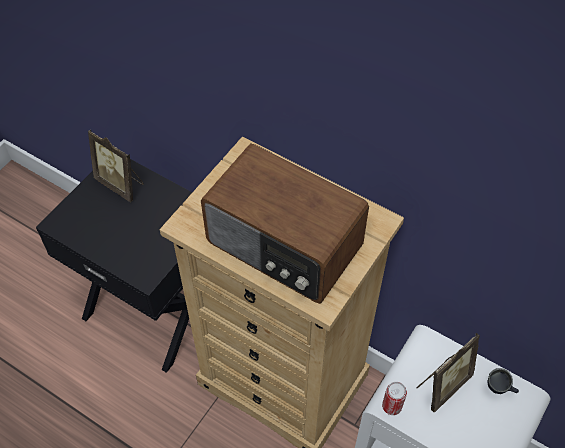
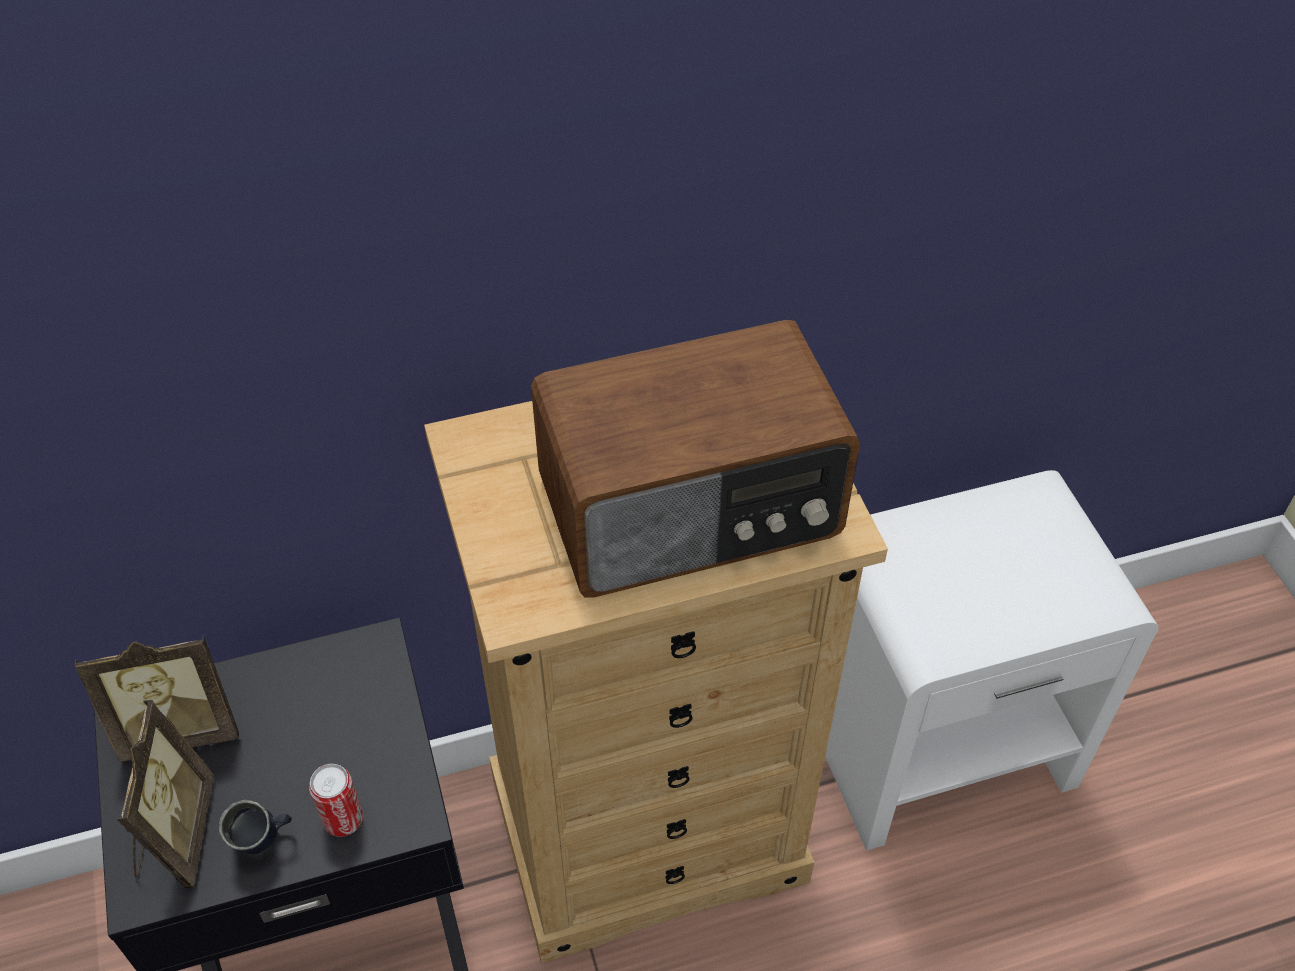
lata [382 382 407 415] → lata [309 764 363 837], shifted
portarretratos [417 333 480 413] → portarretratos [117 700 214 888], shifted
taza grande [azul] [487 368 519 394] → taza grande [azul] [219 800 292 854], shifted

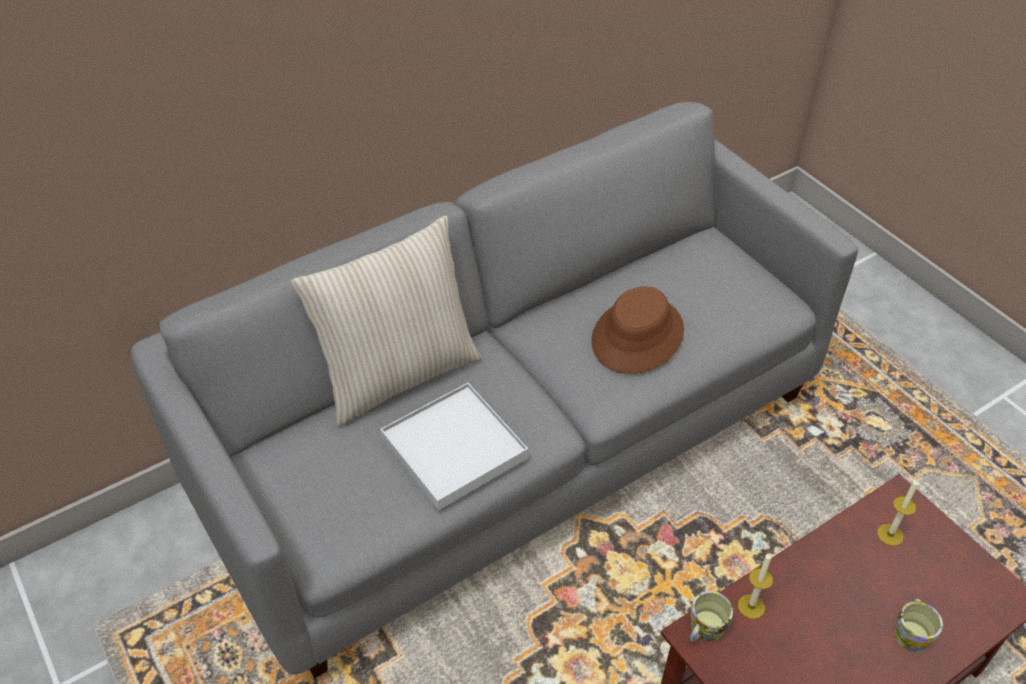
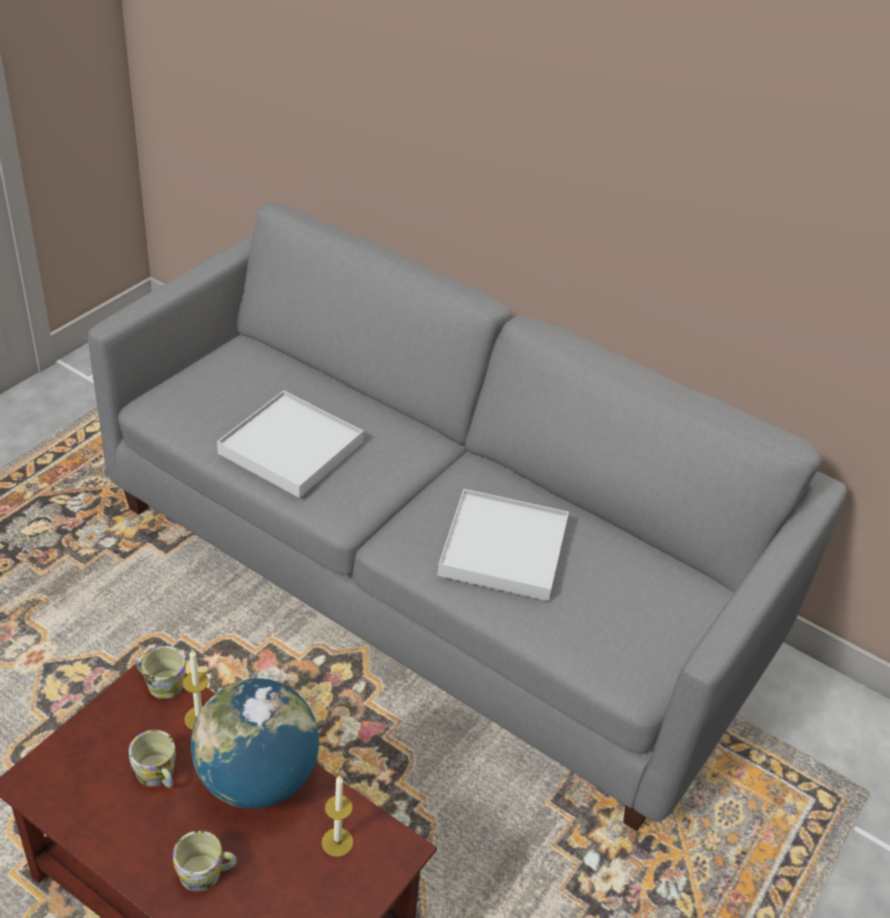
cojín [beis] [291 215 482 426] → -
- → taza grande [129 730 176 788]
- → globo terráqueo [191 678 319 809]
sombrero [marrón] [591 286 684 374] → bandeja [blanco] [437 489 569 601]

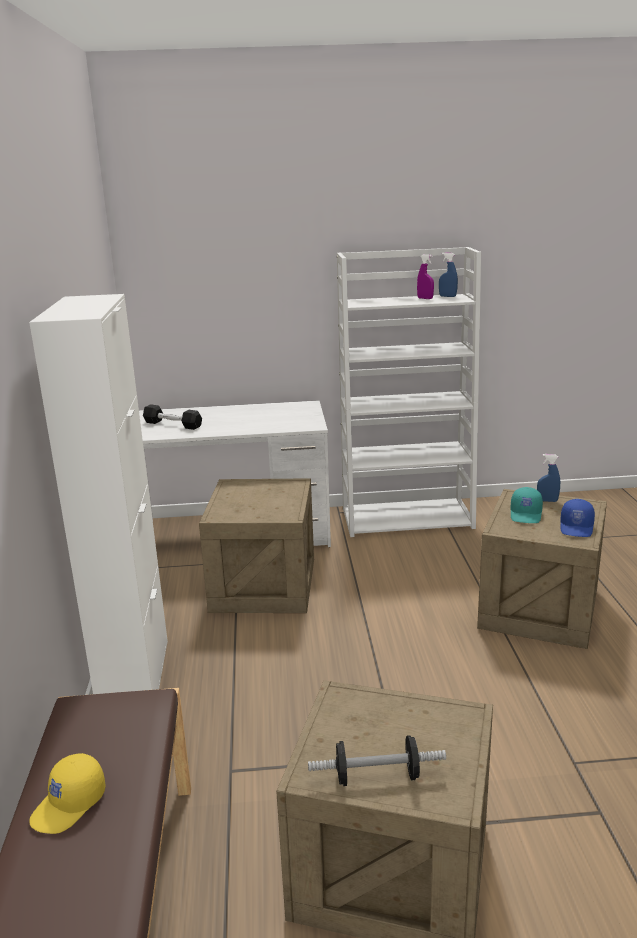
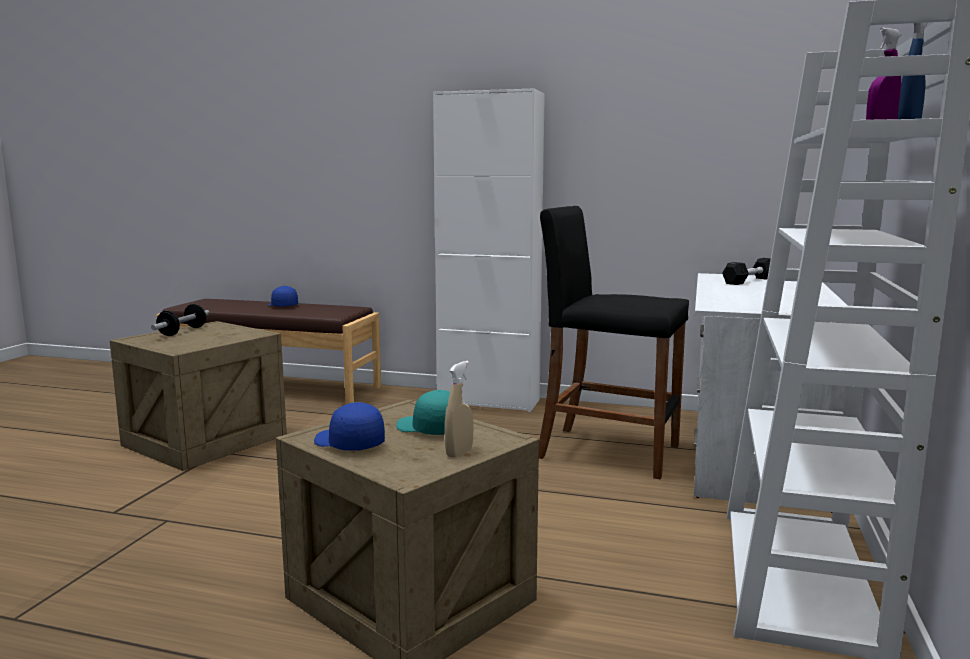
caja de embalaje [199 478 314 613] → taburete [negro] [539 206 689 480]
gorra [amarillo] [29 753 106 834] → gorra [azul] [269 286 298 306]
pulverizador [azul] [537 454 560 502] → pulverizador [beis] [445 361 474 458]

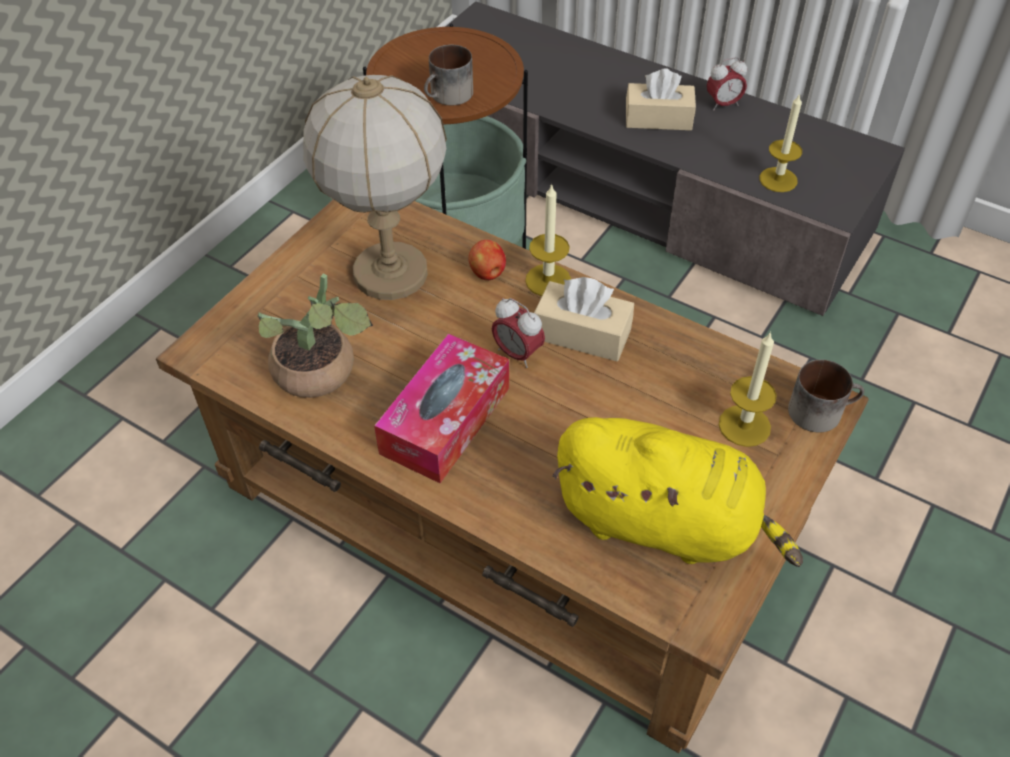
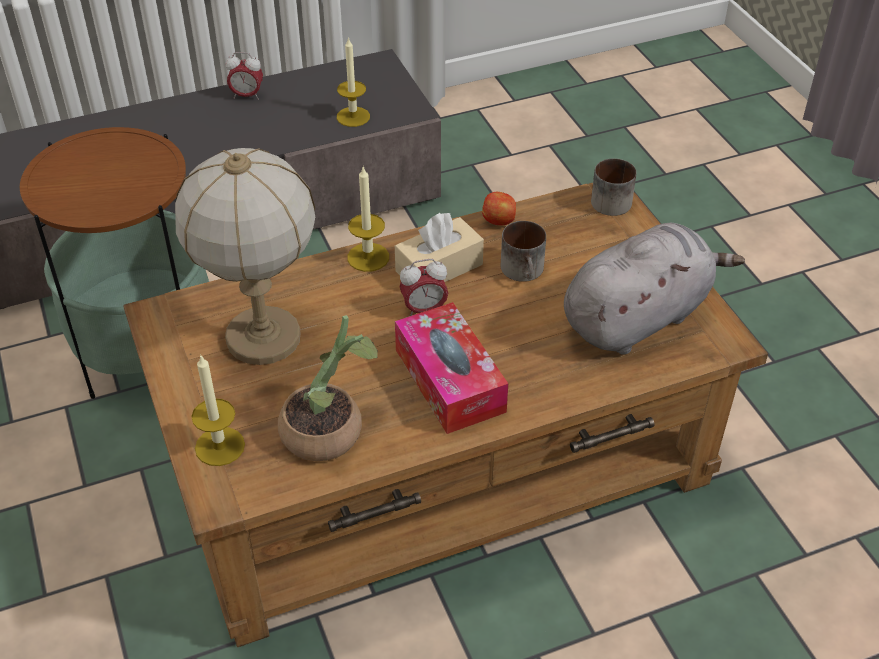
caja de pañuelos [beis] [626 69 696 131] → -
taza grande [424 45 473 106] → taza grande [501 221 546 282], shifted
manzana [469 240 506 280] → manzana [482 192 516 225], shifted
vela [719 331 777 447] → vela [191 354 245 466], shifted
peluche [amarillo] [552 417 803 567] → peluche [gris] [564 223 745 355]
despertador [707 57 747 111] → despertador [226 52 263 100], 75 degrees clockwise

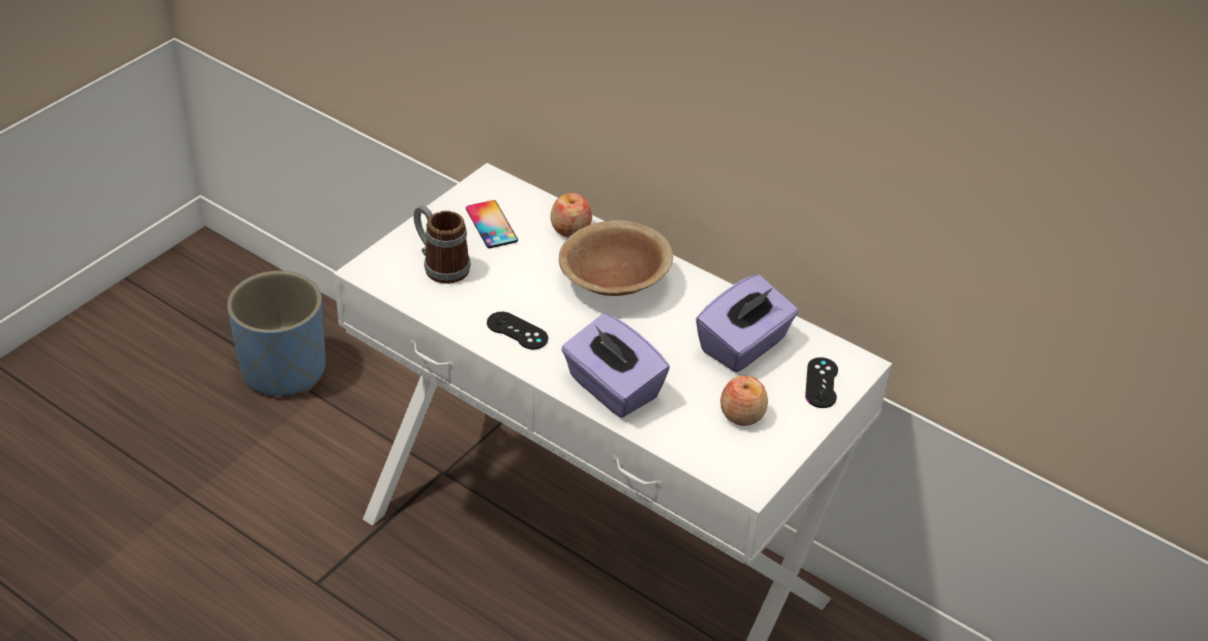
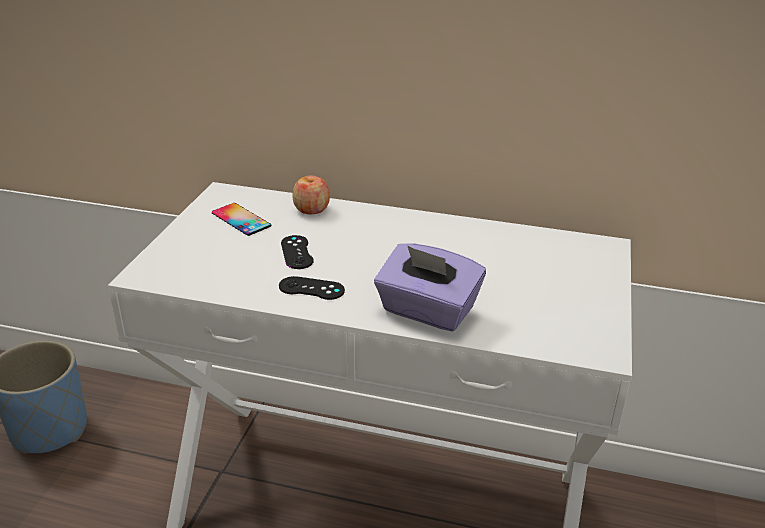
taza grande [413 205 471 284] → -
cuenco [marrón] [559 220 673 296] → -
caja de pañuelos [morado] [696 275 798 372] → -
manzana [720 376 768 426] → -
mando de consola [negro] [805 357 838 408] → mando de consola [negro] [281 235 313 269], shifted

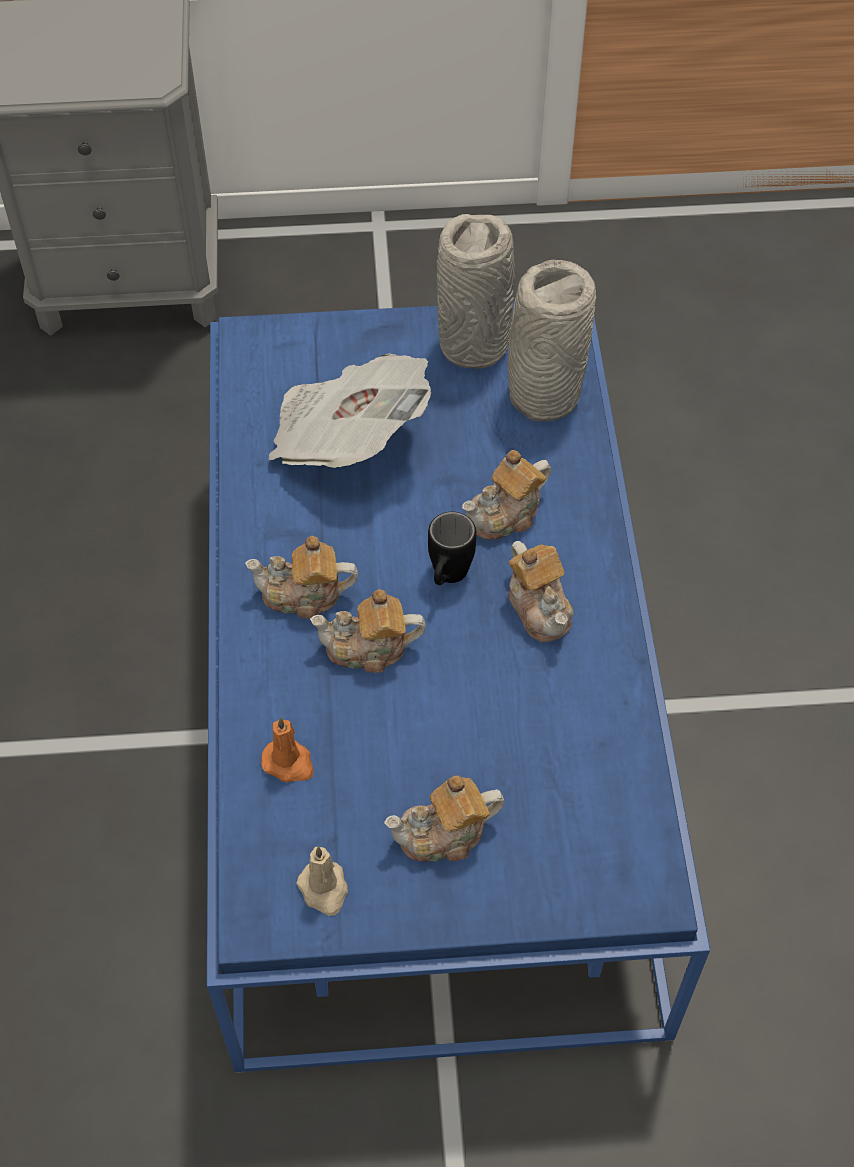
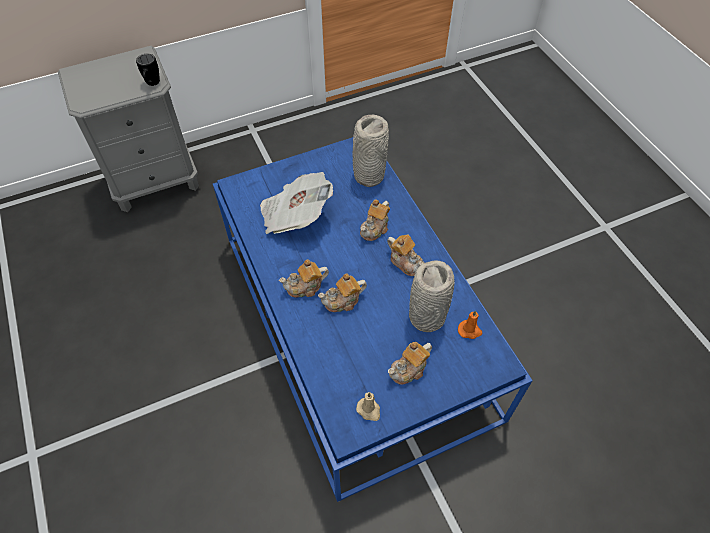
vela [naranja] [261 717 314 782] → vela [naranja] [458 310 482 339], shifted
taza grande [negro] [428 512 476 585] → taza grande [negro] [136 54 160 86], shifted
florero [gris] [437 214 515 369] → florero [gris] [409 261 455 332], shifted

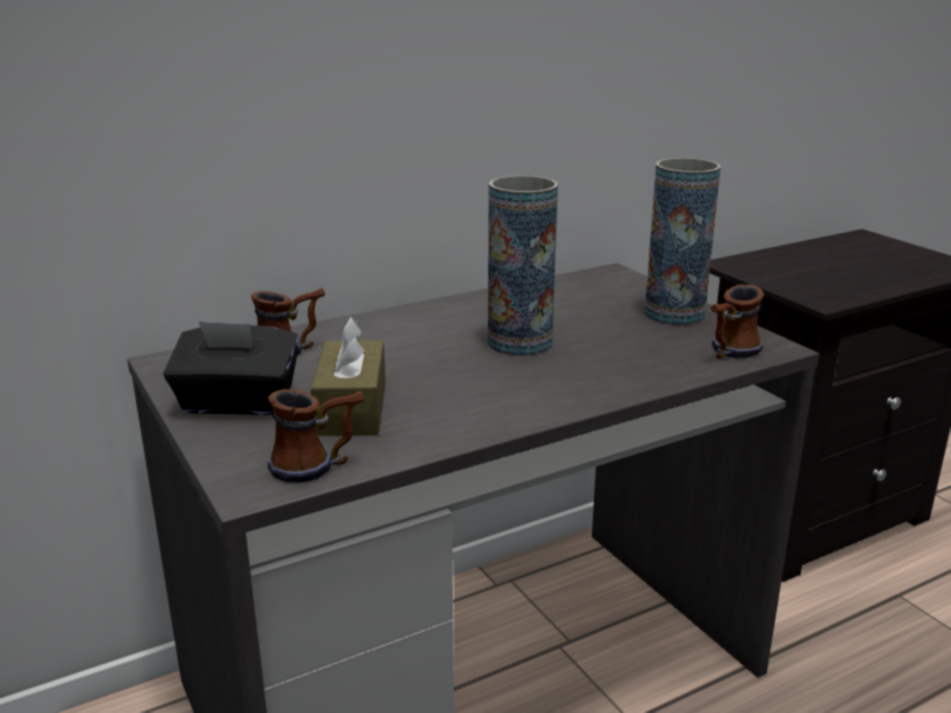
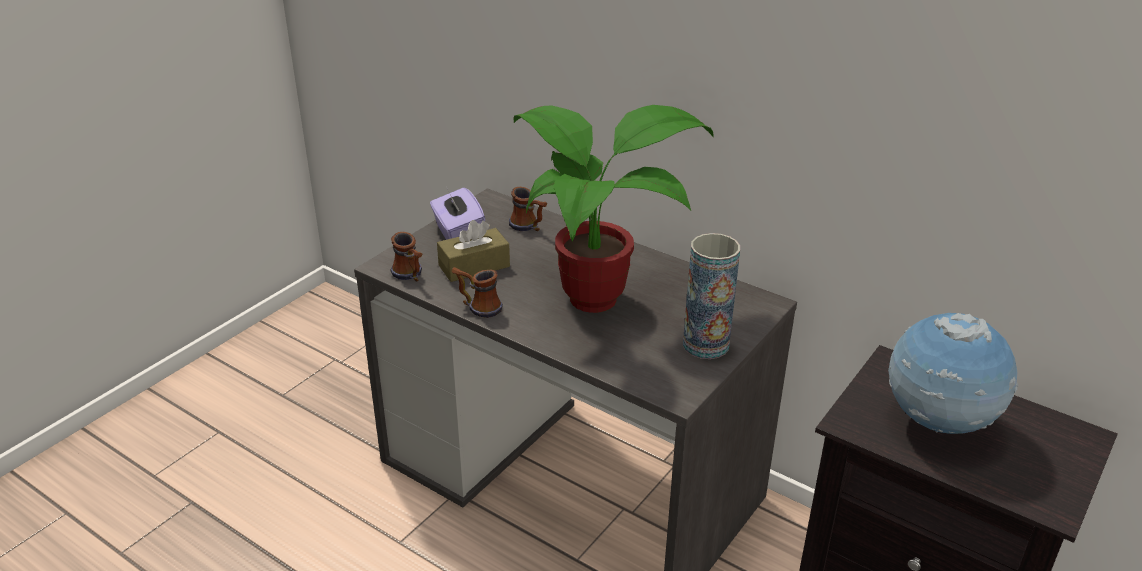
- → globo terráqueo [888 313 1018 434]
taza grande [711 284 764 359] → taza grande [452 267 503 318], shifted
florero [488 176 558 356] → planta en maceta [514 105 714 313]
caja de pañuelos [negro] [164 321 299 415] → caja de pañuelos [morado] [430 188 485 240]

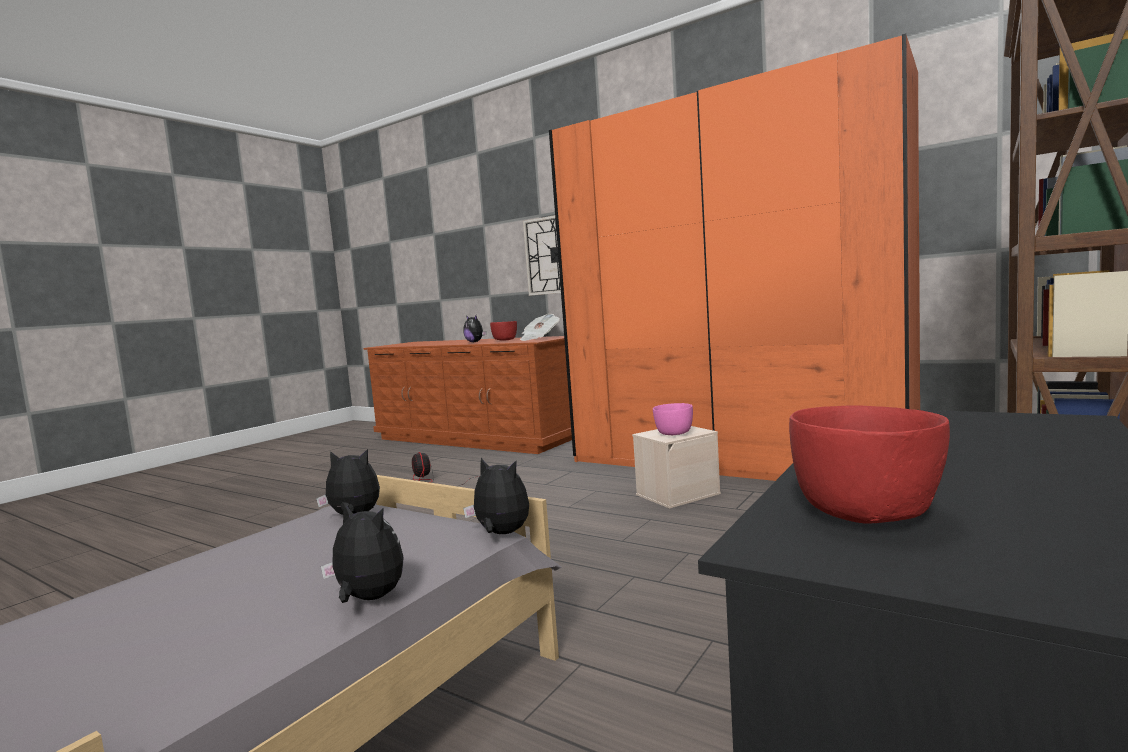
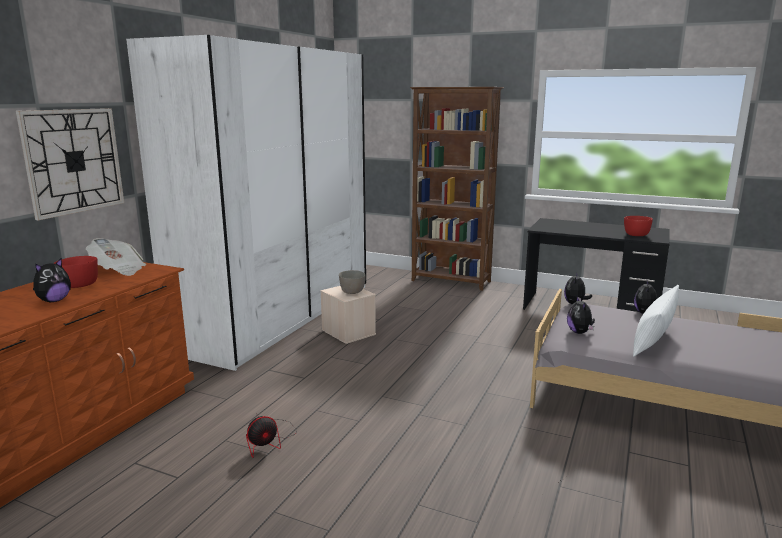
- → cojín [blanco] [633 285 679 357]
armario ropero [naranja] [549 33 920 481] → armario ropero [blanco] [126 35 366 371]
cuenco [rosa] [653 403 693 435] → cuenco [gris] [339 270 366 294]

